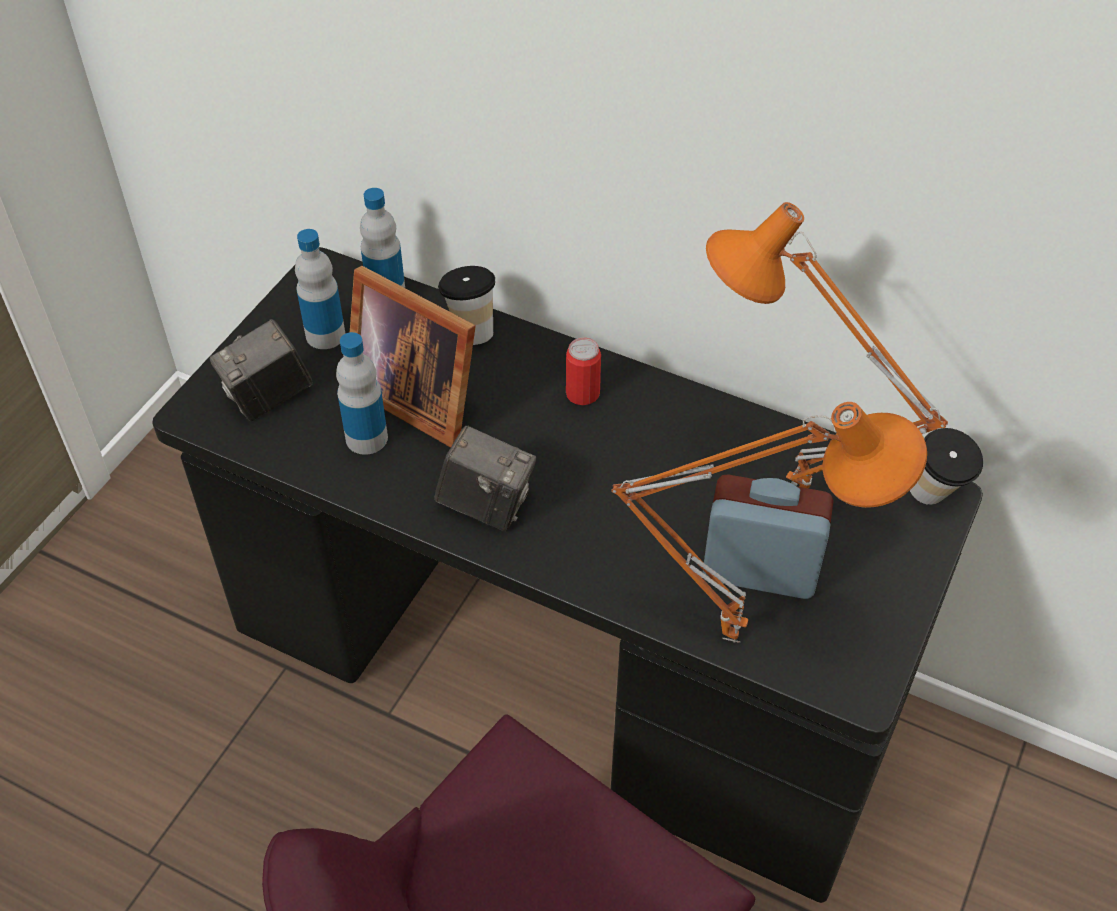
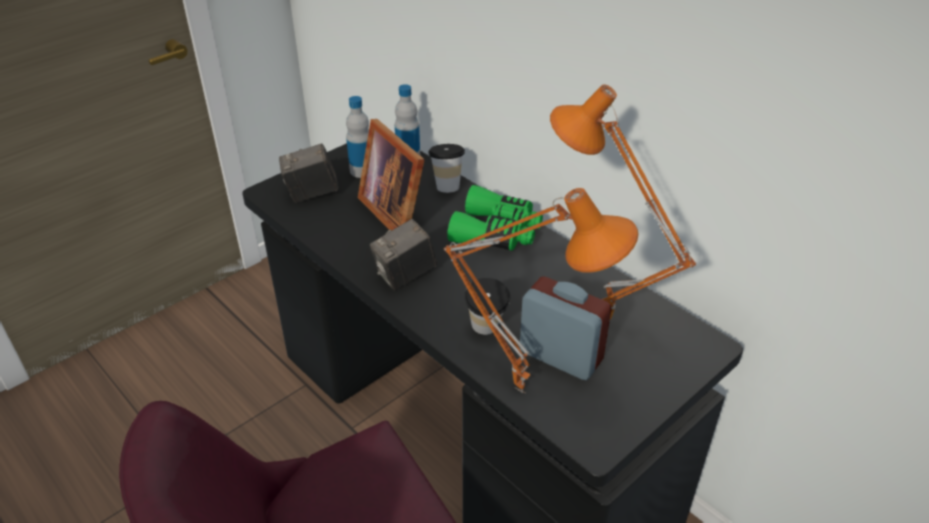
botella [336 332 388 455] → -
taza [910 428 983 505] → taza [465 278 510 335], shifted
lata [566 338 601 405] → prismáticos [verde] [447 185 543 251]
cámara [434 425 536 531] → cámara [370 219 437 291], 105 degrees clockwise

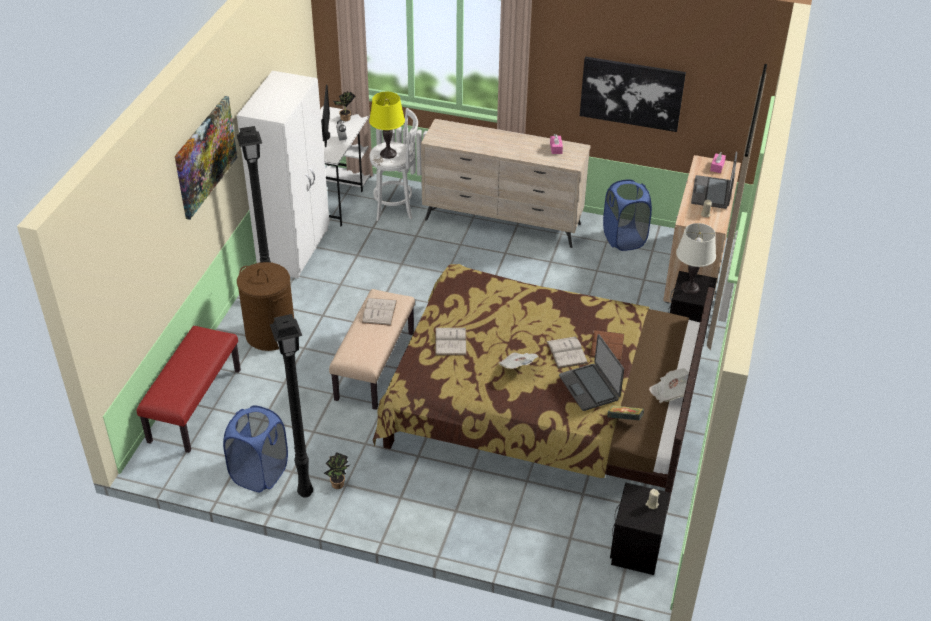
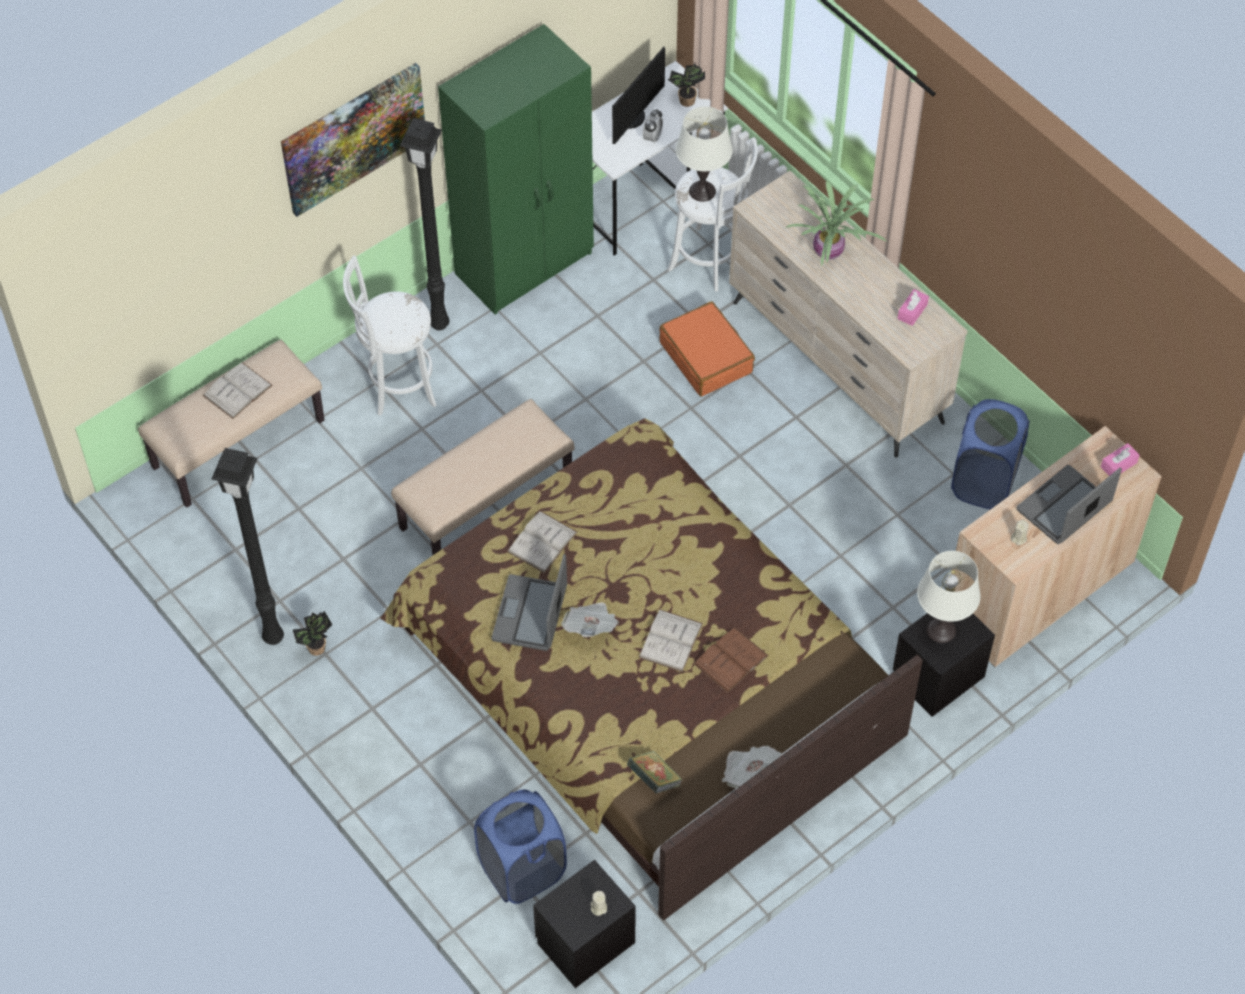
cuadro [580 57 686 132] → -
- → maleta [naranja] [659 301 755 397]
- → planta en maceta [785 181 887 267]
cesto de la ropa [azul] [223 405 288 492] → cesto de la ropa [azul] [474 790 567 904], shifted
libro [blanco] [362 298 397 326] → libro [blanco] [203 362 272 419], shifted
portátil [559 334 624 411] → portátil [492 554 567 651], shifted
cesto de la ropa [marrón] [237 262 294 351] → taburete [blanco] [343 255 436 416]
banco [rojo] [137 326 241 453] → banco [beis] [138 340 325 508]
armario ropero [blanco] [237 71 330 279] → armario ropero [verde] [438 24 594 315]
lámpara de mesa [amarillo] [369 92 405 159] → lámpara de mesa [blanco] [676 106 733 202]

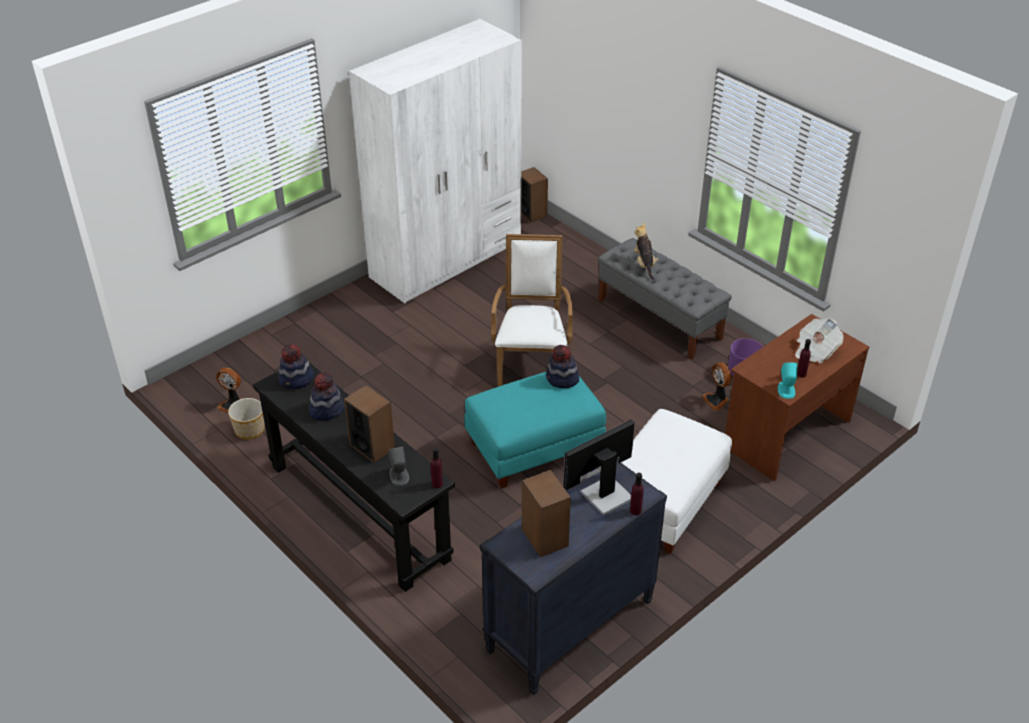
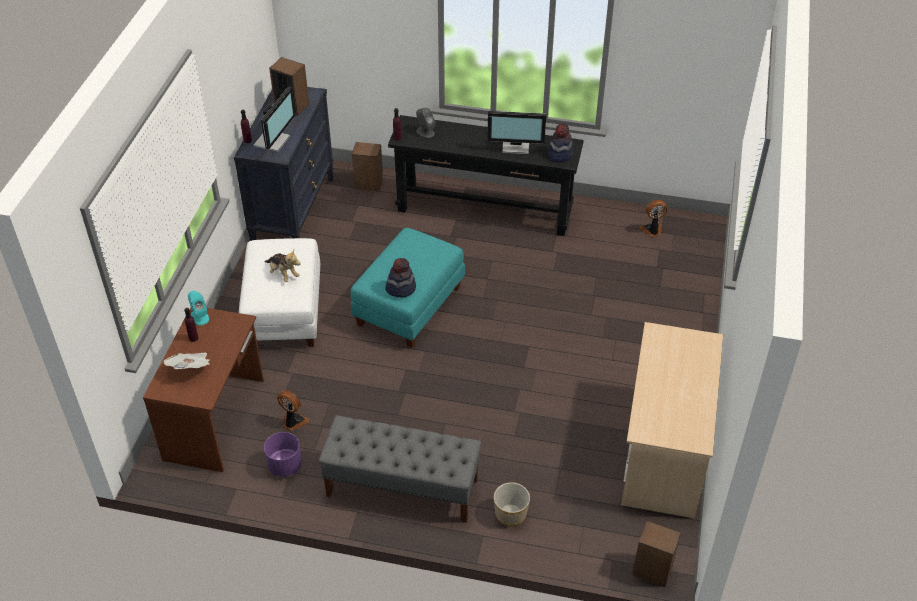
sillón [blanco] [491 234 573 386] → -
maceta [228 398 265 439] → maceta [494 482 530 526], shifted
altavoz [344 385 395 463] → altavoz [352 142 383 191], shifted
peluche [634 223 658 280] → peluche [265 250 301 282], shifted
sombrero [309 372 344 421] → monitor [487 111 546 154]
armario ropero [blanco] [349 19 522 303] → escritorio [beis] [621 322 723 518]

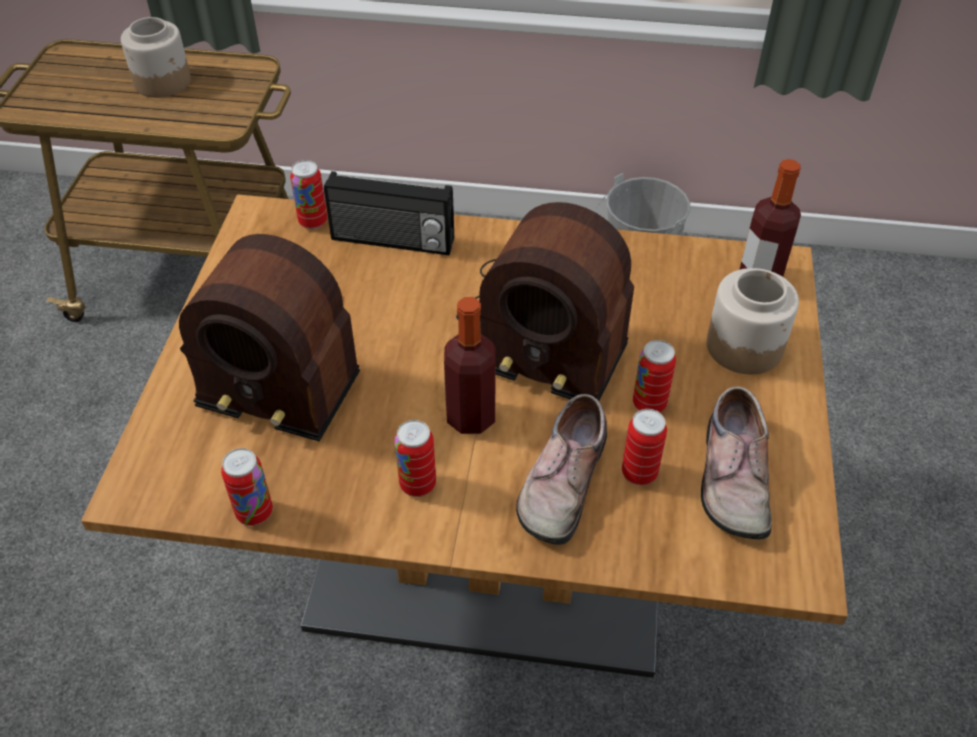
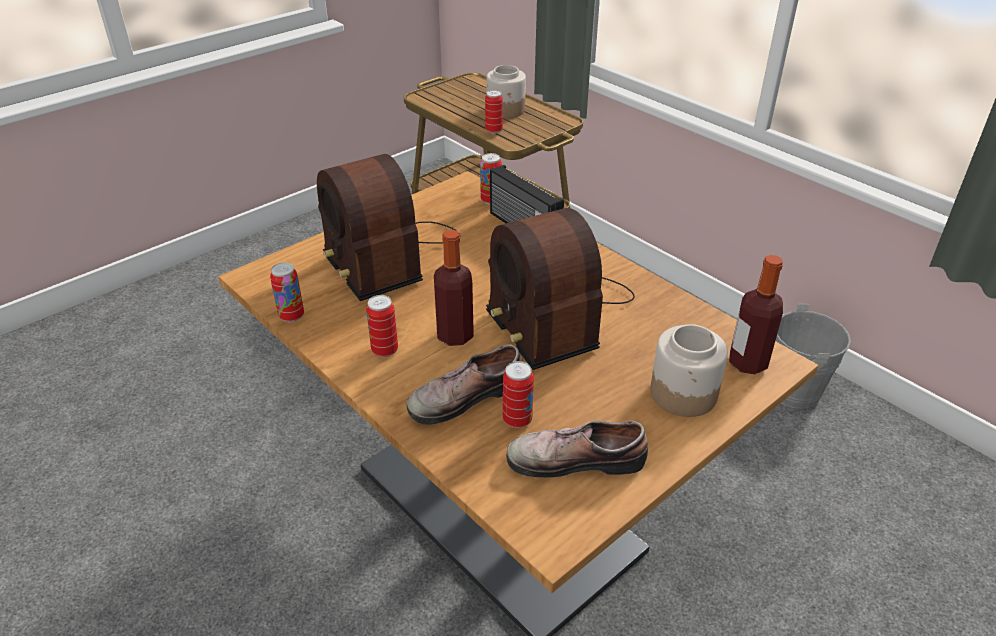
lata [633 340 676 413] → lata [485 90 503 134], shifted
zapato [701 386 772 539] → zapato [506 420 648 478], 45 degrees clockwise

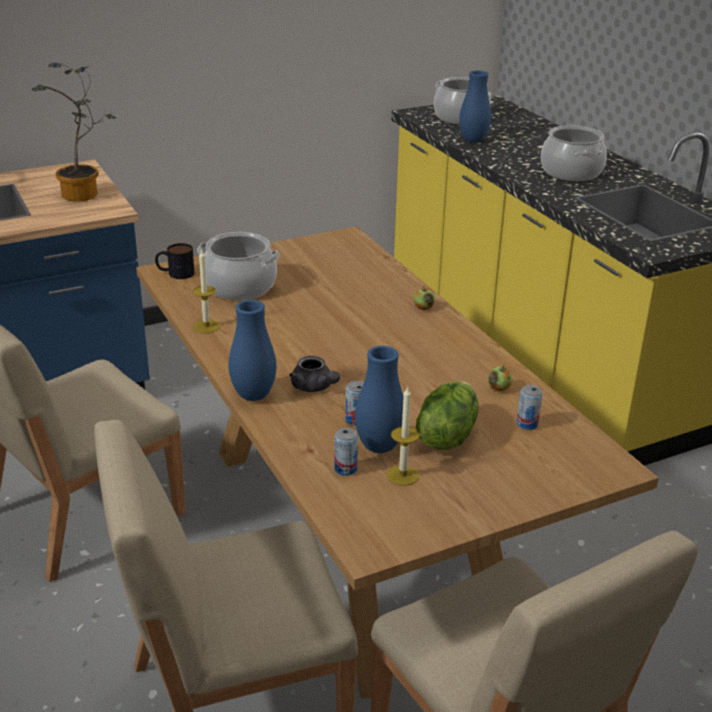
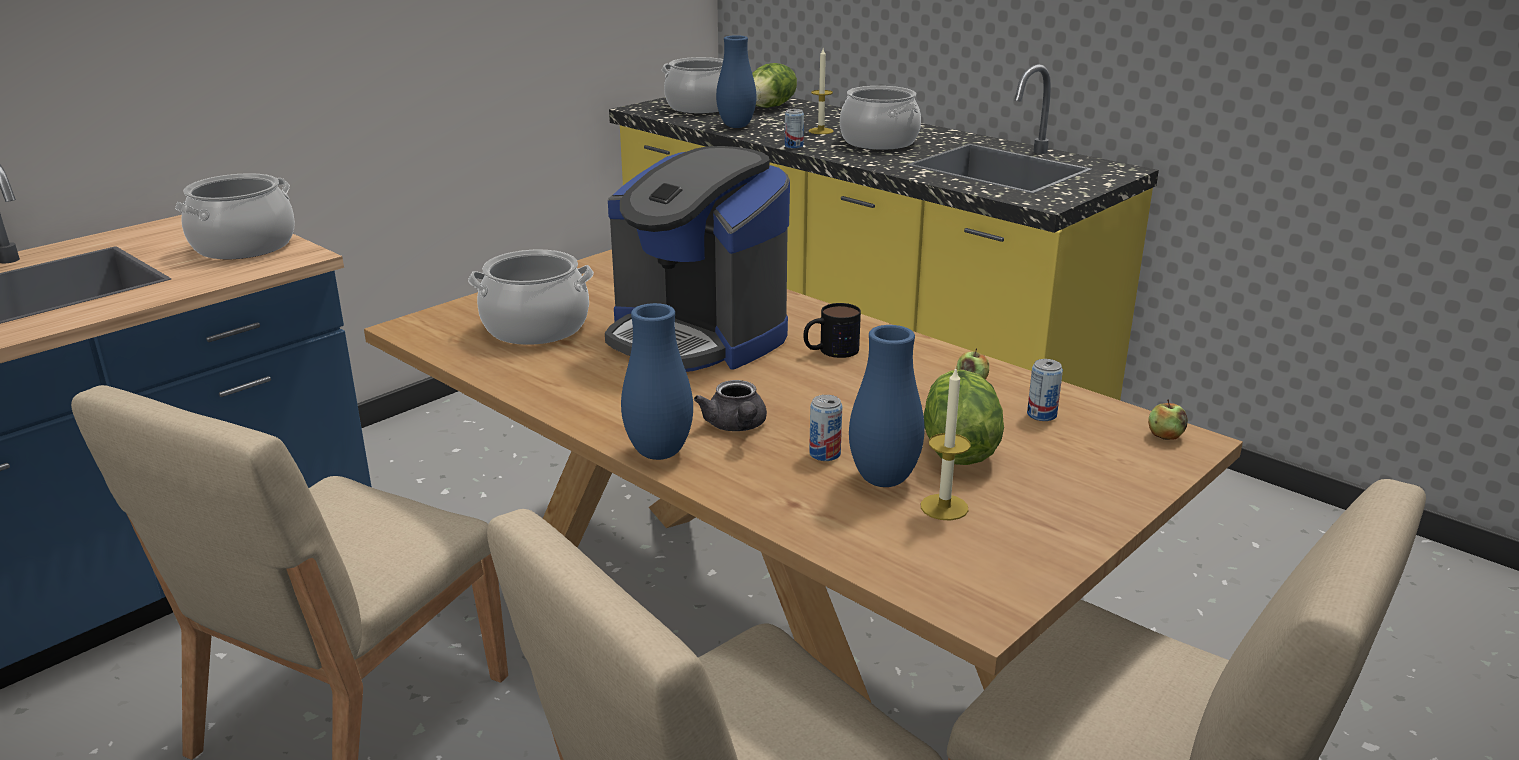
- → cafetera [605 146 790 372]
- → lechuga [752 63 797 108]
taza grande [155 243 194 279] → taza grande [804 303 861 358], shifted
vela [193 249 220 333] → vela [809 49 834 134], shifted
lata [334 428 358 476] → lata [785 109 804 149], shifted
manzana [413 286 435 310] → manzana [1148 399 1188 440], shifted
planta en maceta [32 63 116 202] → olla [175 173 295 259]
tetera [gris] [289 356 340 392] → tetera [gris] [694 380 767 431], 45 degrees clockwise

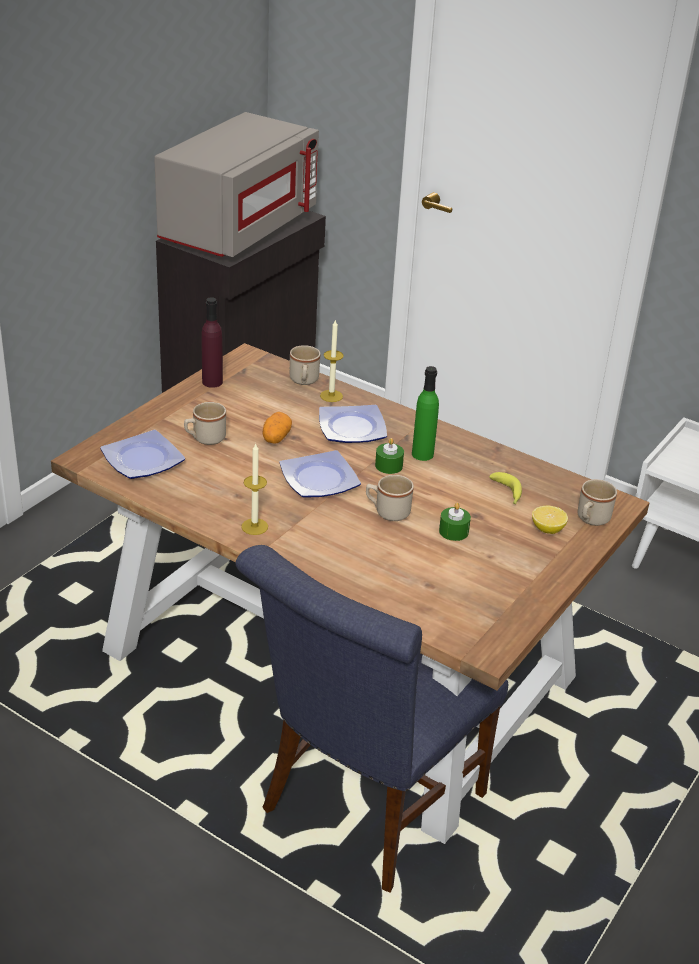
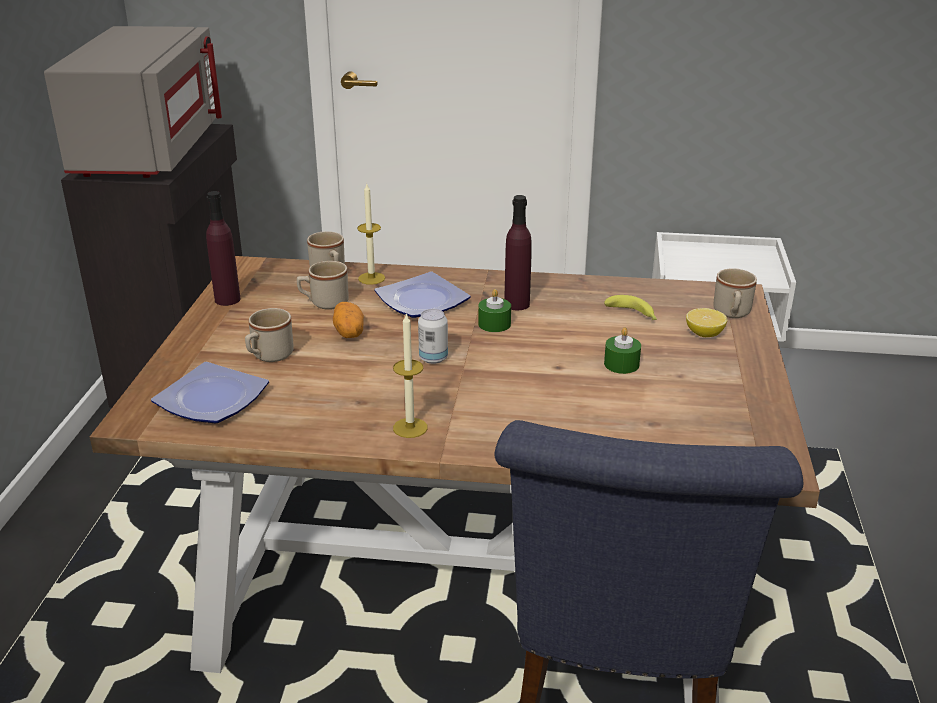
taza grande [beis] [366 475 414 521] → taza grande [beis] [297 261 349 310], shifted
plato [279 450 361 498] → lata [418 309 448 364]
botella [verde] [412 366 439 461] → botella [morado] [504 195 532 310]

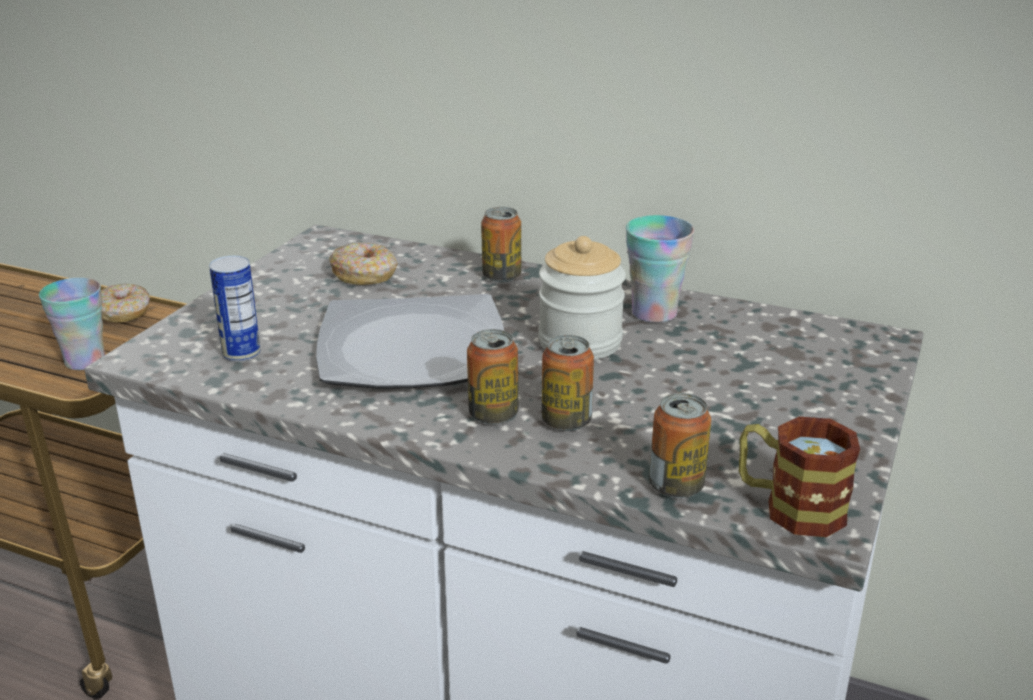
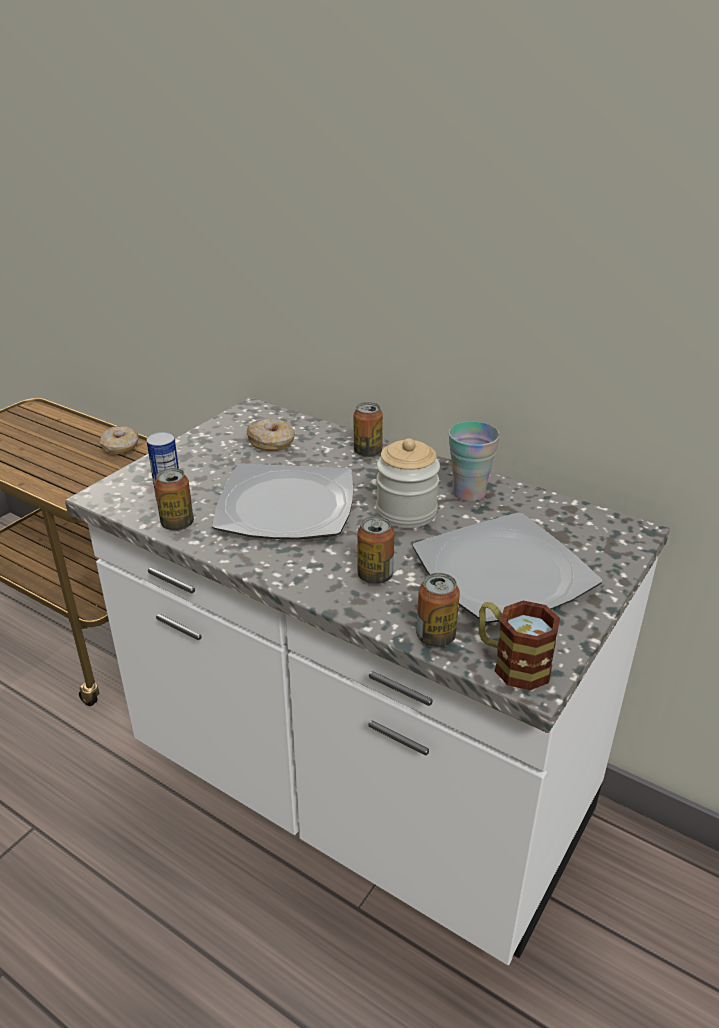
taza [39 278 105 370] → -
- → plato [413 512 602 623]
lata [467 329 518 424] → lata [154 468 194 531], shifted

